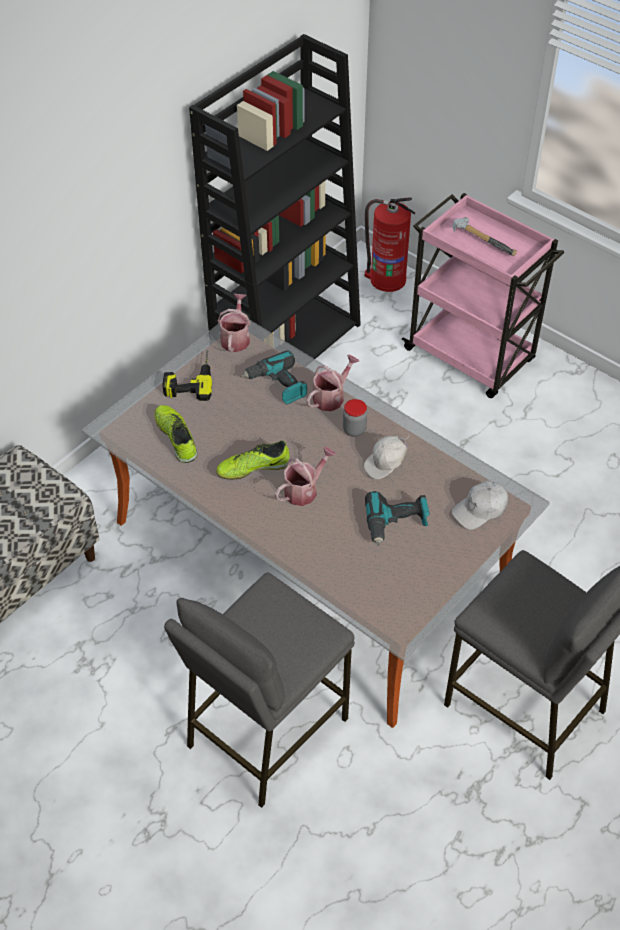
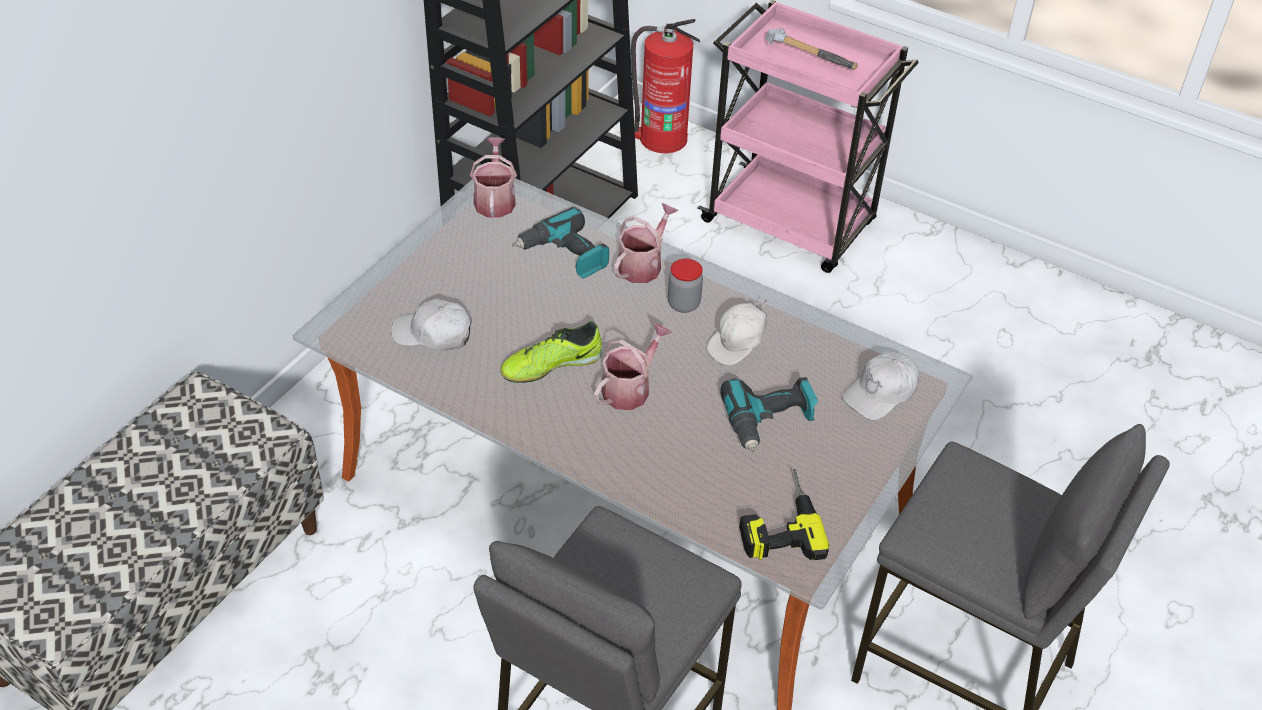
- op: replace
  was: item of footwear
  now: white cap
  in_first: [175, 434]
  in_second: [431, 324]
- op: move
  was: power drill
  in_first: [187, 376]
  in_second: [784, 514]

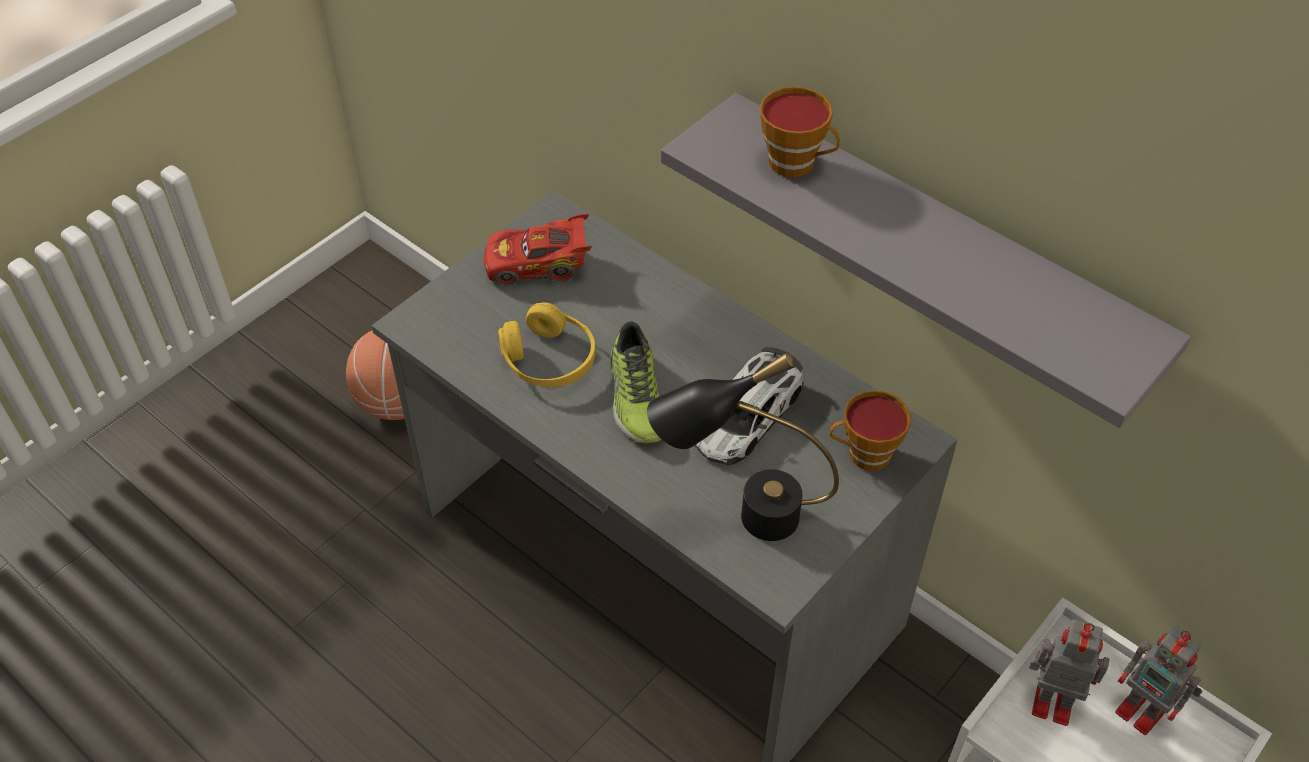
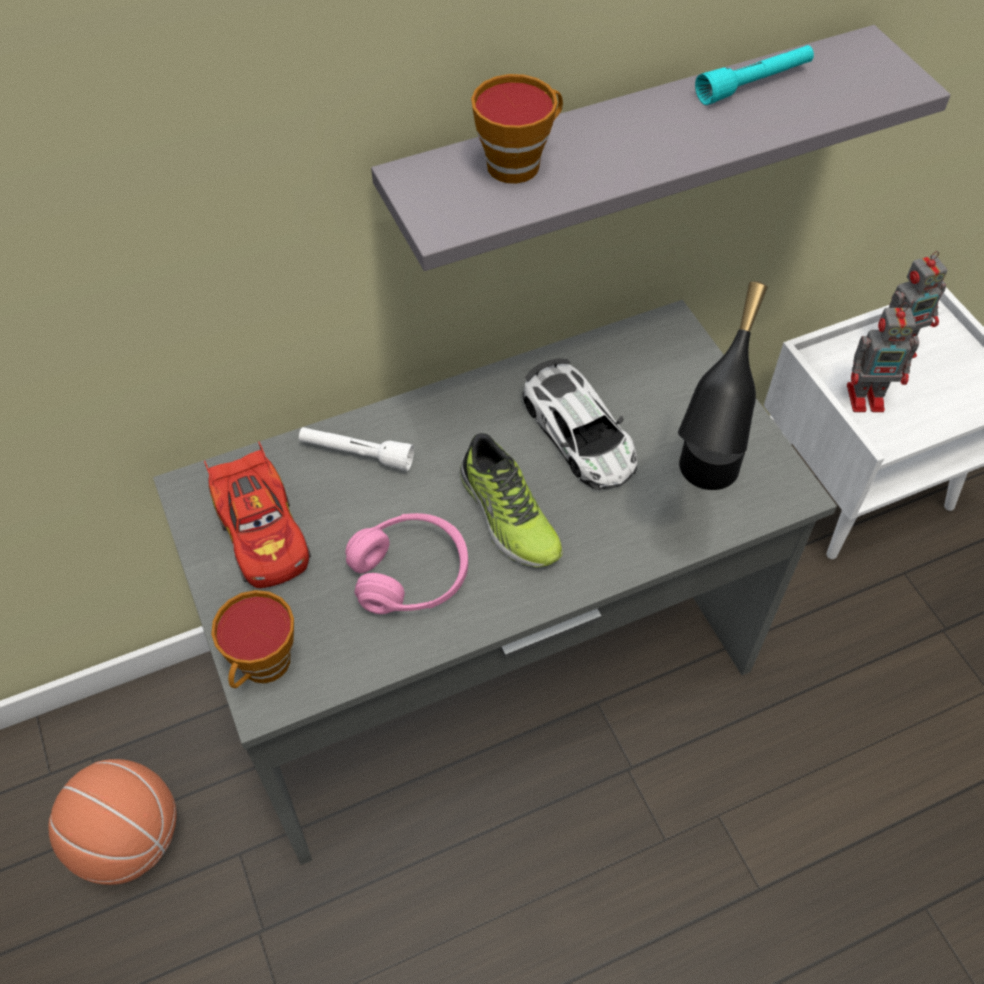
- op: rotate
  was: reddish model car
  in_first: [538, 250]
  in_second: [257, 515]
  clockwise: -45
- op: move
  was: drinking cup
  in_first: [870, 430]
  in_second: [252, 639]
- op: insert
  now: white flashlight
  in_second: [356, 449]
- op: recolor
  was: yellow-coloured pair of headphones
  now: pink-coloured pair of headphones
  in_first: [546, 344]
  in_second: [406, 563]
- op: rotate
  was: item of footwear
  in_first: [636, 382]
  in_second: [511, 500]
  clockwise: 45
- op: insert
  now: turquoise flashlight
  in_second: [754, 75]
- op: rotate
  was: robot figure
  in_first: [1069, 672]
  in_second: [883, 357]
  clockwise: -135

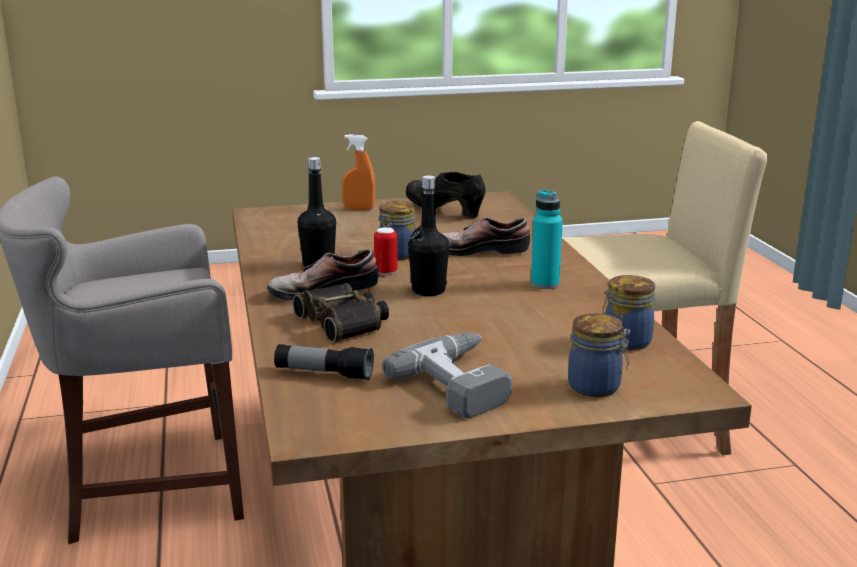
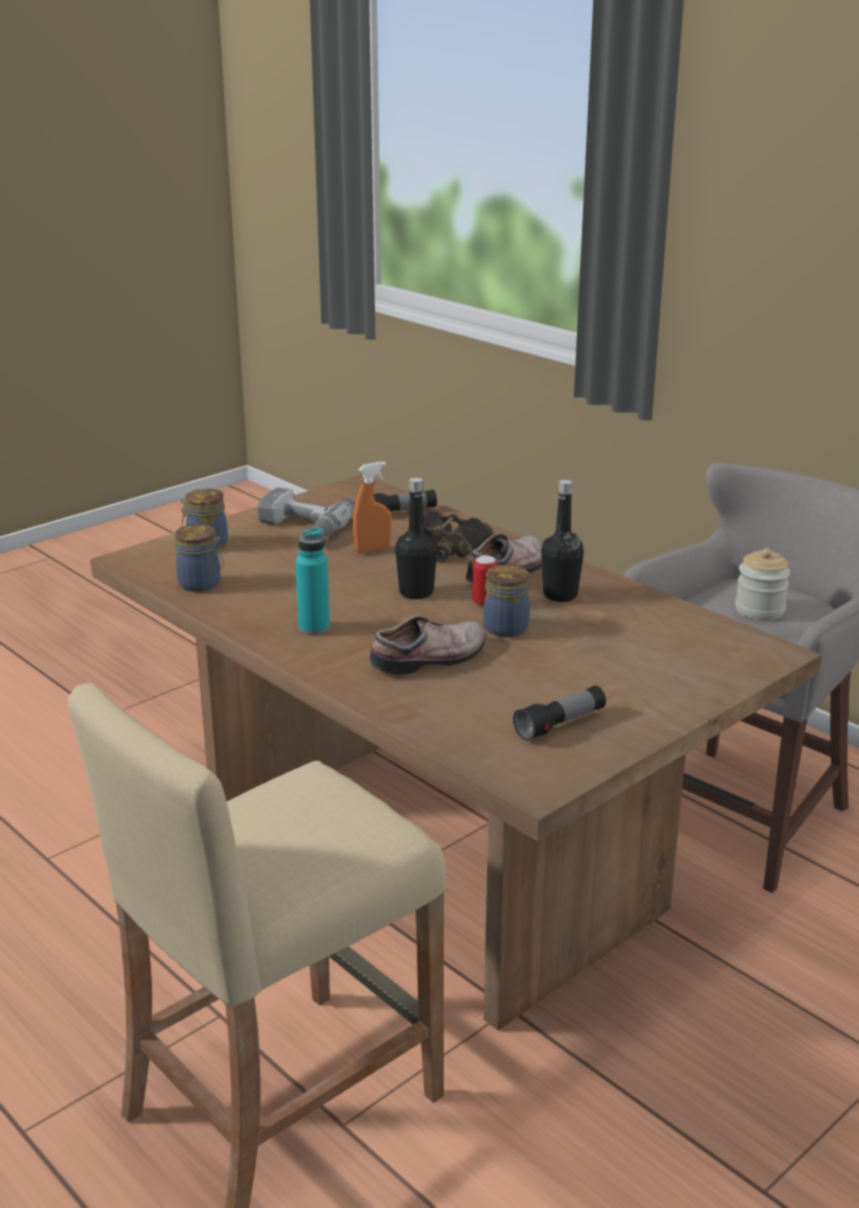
- op: move
  was: orange-coloured sprayer
  in_first: [358, 172]
  in_second: [372, 508]
- op: replace
  was: black-coloured item of footwear
  now: flashlight
  in_first: [445, 195]
  in_second: [559, 713]
- op: insert
  now: storage jar
  in_second: [762, 584]

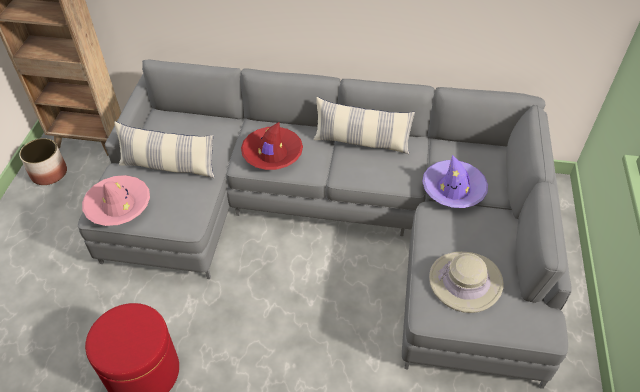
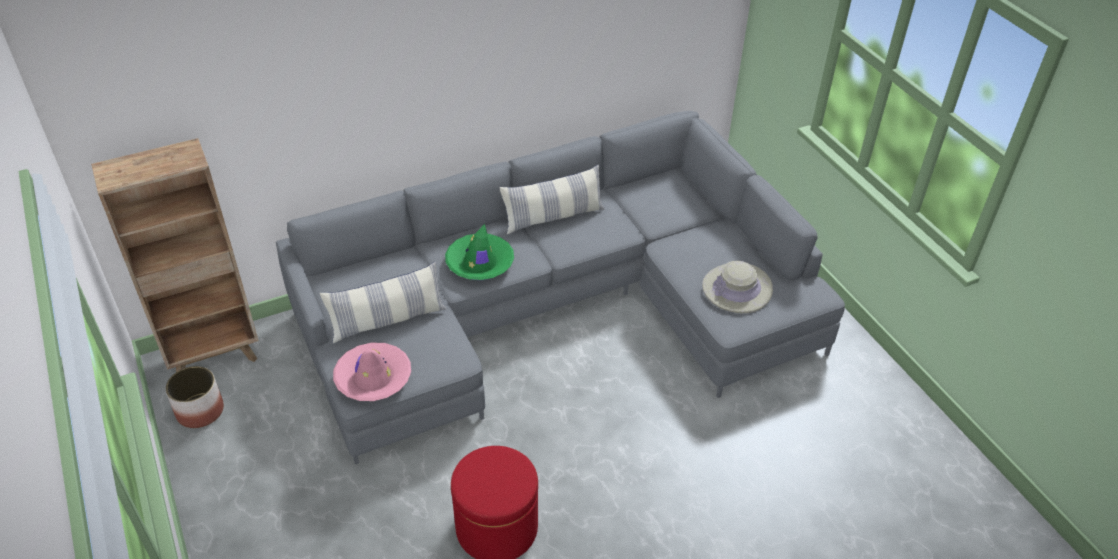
- op: recolor
  was: reddish clothing hat
  now: greenish clothing hat
  in_first: [272, 146]
  in_second: [479, 252]
- op: delete
  was: purplish clothing hat
  in_first: [455, 181]

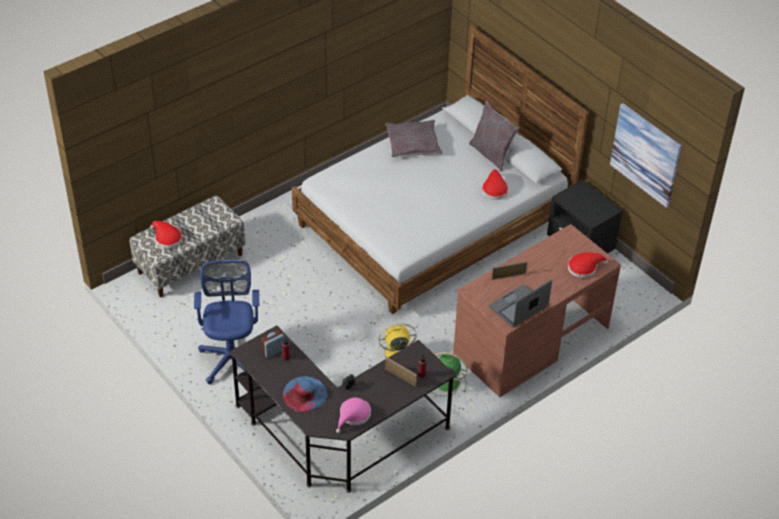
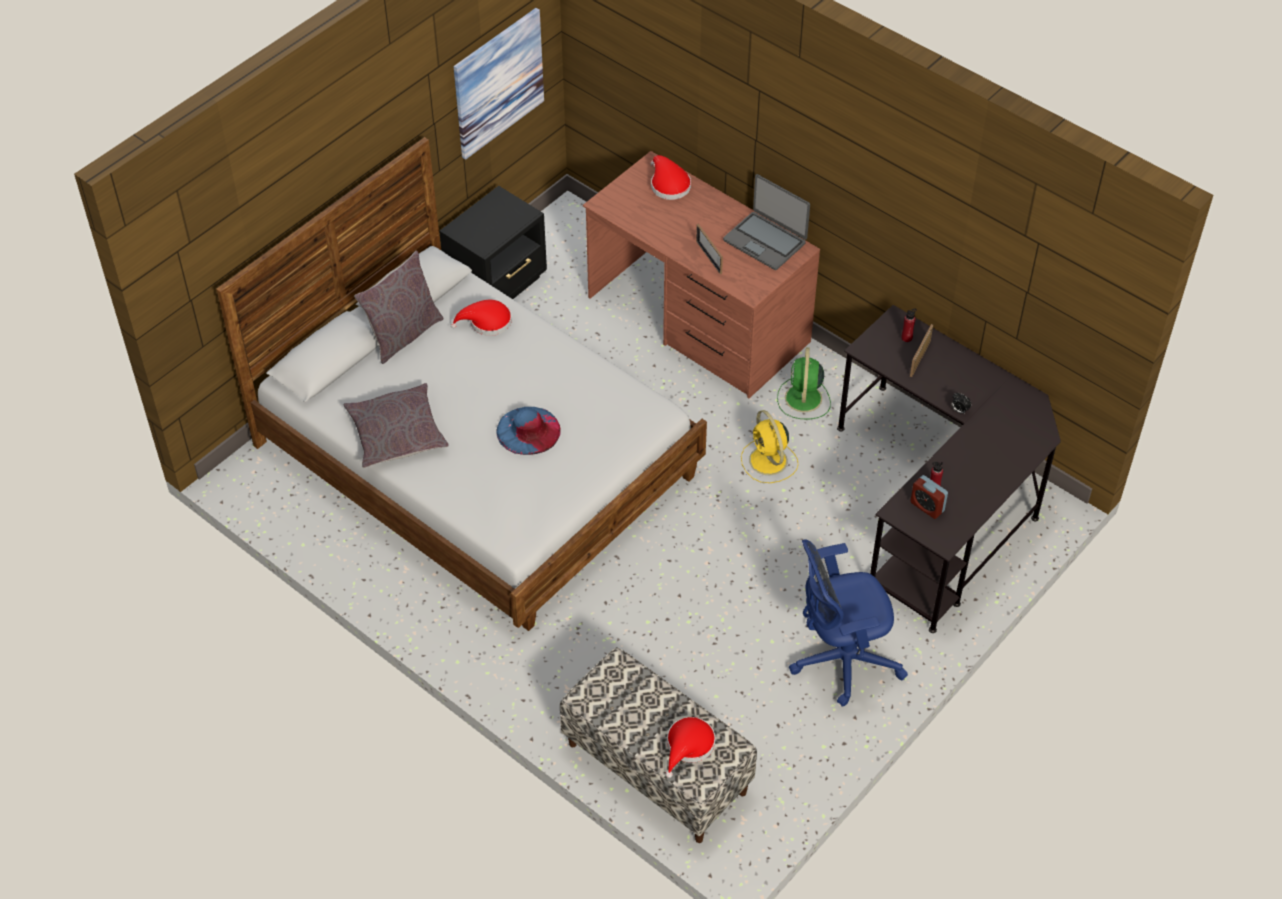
- op: move
  was: blue-coloured clothing hat
  in_first: [305, 394]
  in_second: [529, 431]
- op: delete
  was: pink-coloured clothing hat
  in_first: [353, 415]

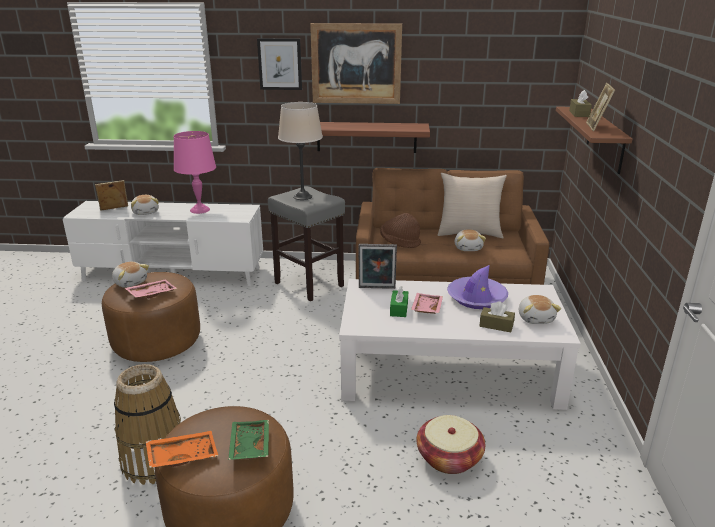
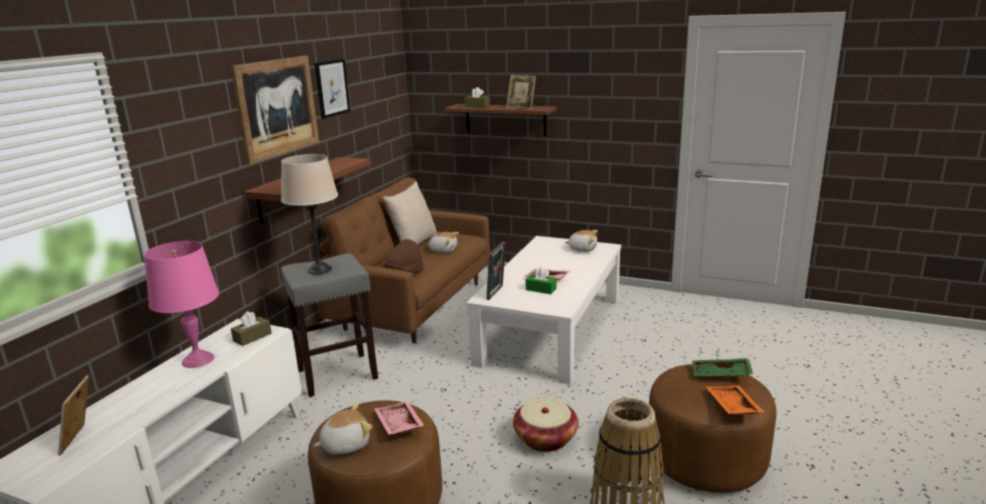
- op: move
  was: brown-coloured tissue holder
  in_first: [497, 316]
  in_second: [251, 328]
- op: move
  was: wall art
  in_first: [279, 64]
  in_second: [332, 89]
- op: move
  was: basket
  in_first: [451, 444]
  in_second: [545, 425]
- op: delete
  was: plush toy
  in_first: [145, 205]
- op: delete
  was: purplish clothing hat
  in_first: [477, 287]

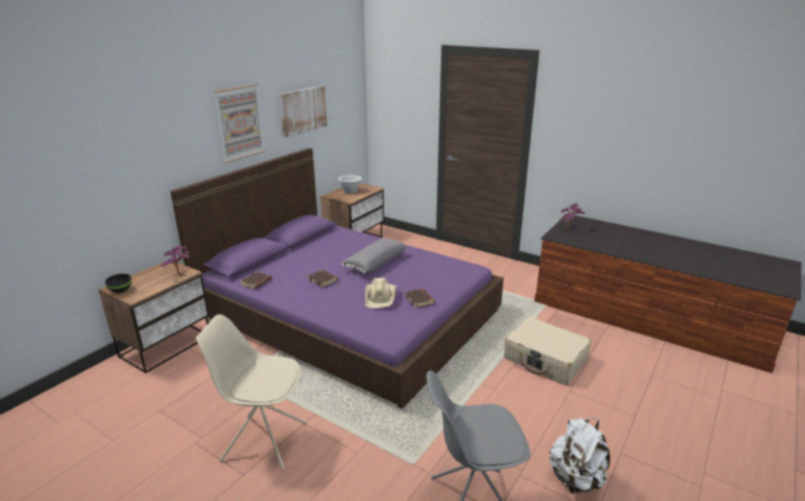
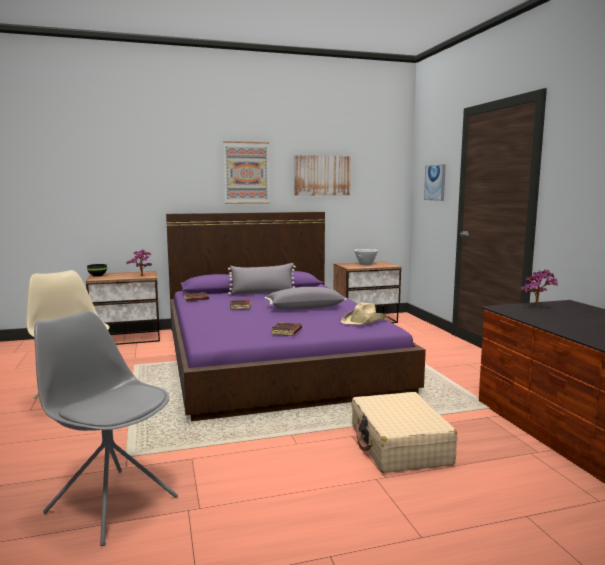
- op: insert
  now: greyish cushion
  in_second: [262, 279]
- op: move
  was: sand-coloured clothing hat
  in_first: [381, 293]
  in_second: [364, 314]
- op: insert
  now: wall art
  in_second: [435, 182]
- op: delete
  was: white rucksack
  in_first: [579, 455]

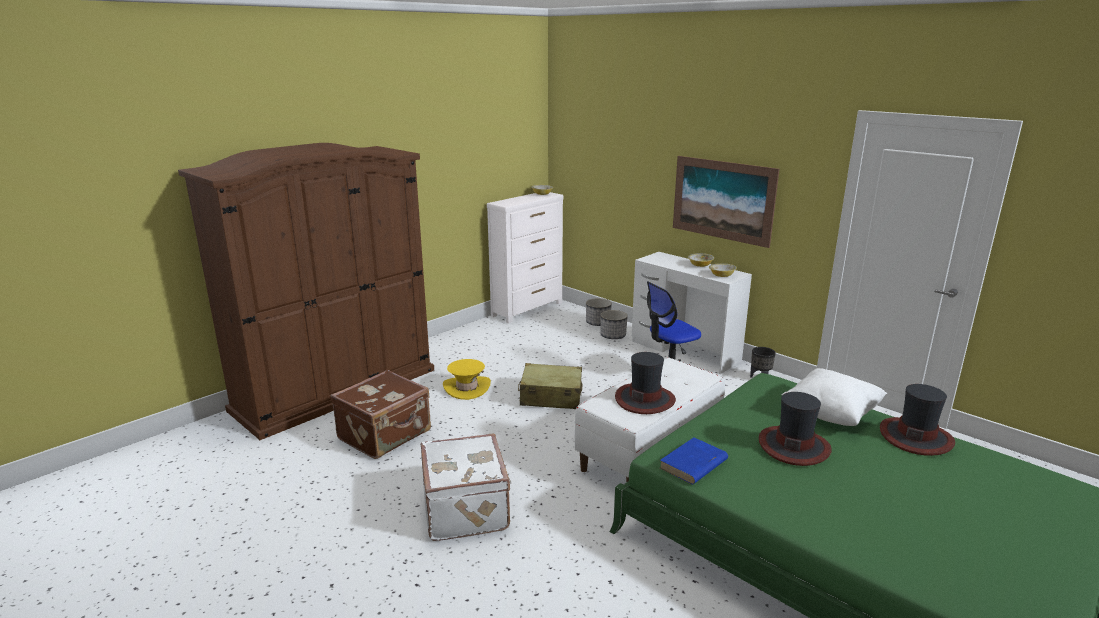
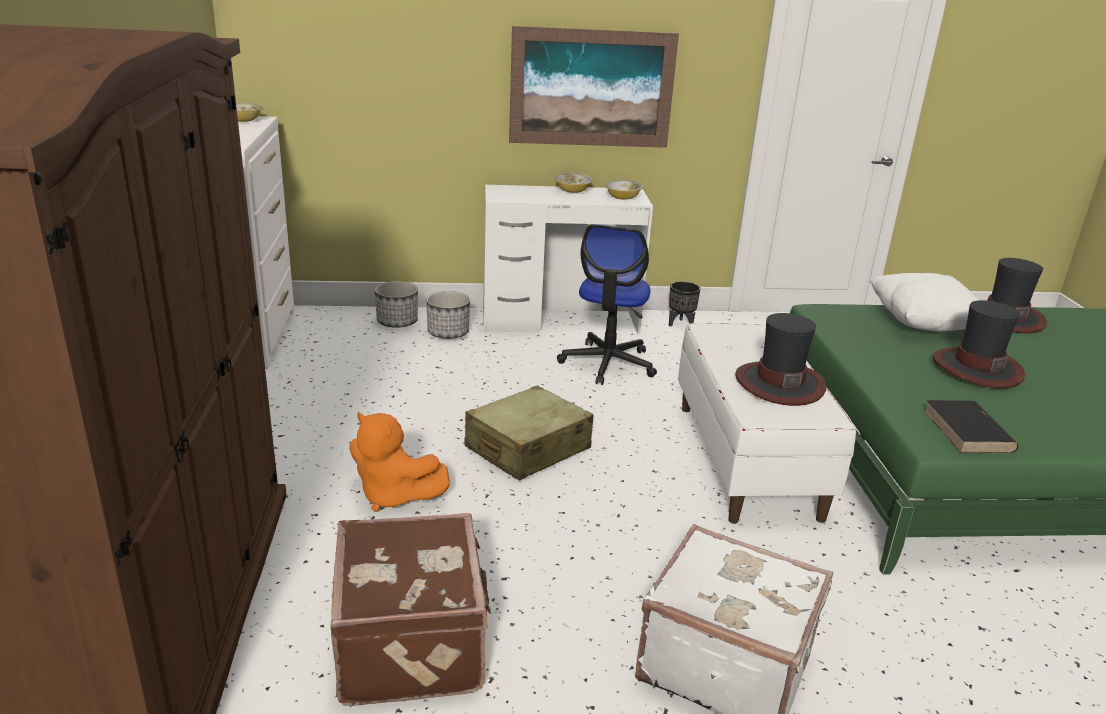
- op: replace
  was: yellow-coloured clothing hat
  now: orange-coloured plush toy
  in_first: [467, 379]
  in_second: [399, 462]
- op: recolor
  was: blue-coloured book
  now: black-coloured book
  in_first: [694, 460]
  in_second: [971, 426]

